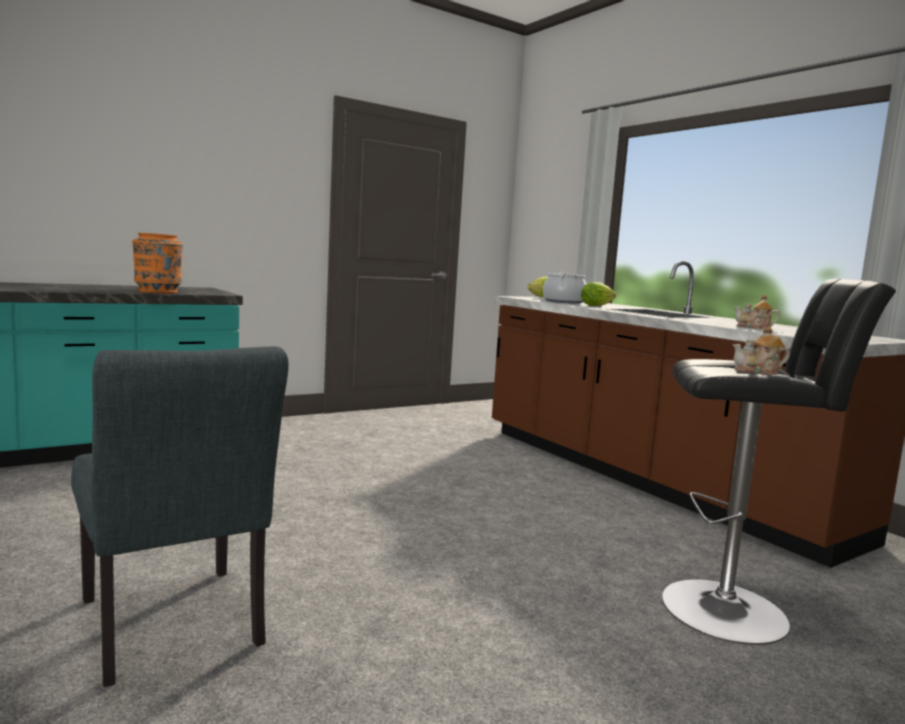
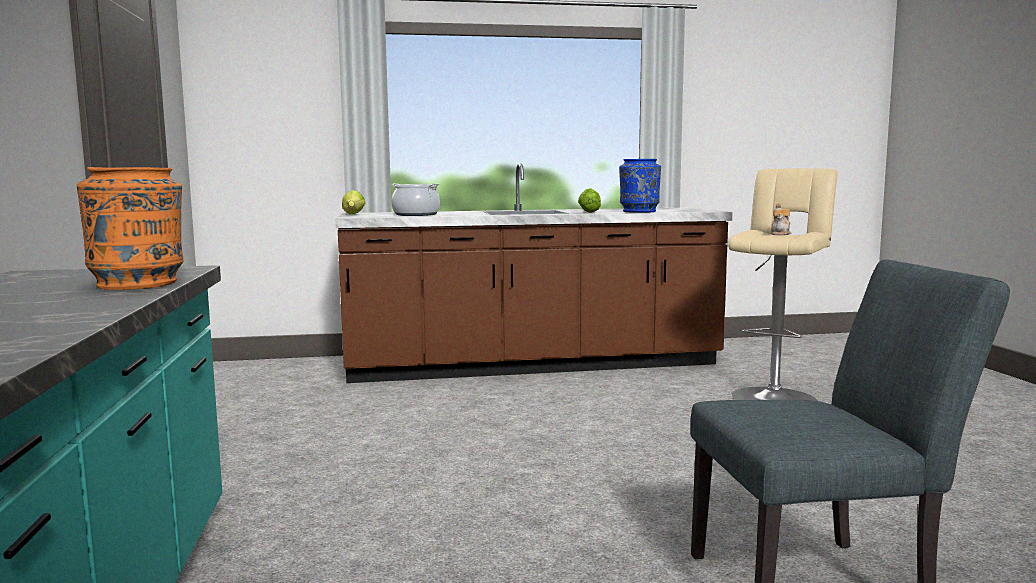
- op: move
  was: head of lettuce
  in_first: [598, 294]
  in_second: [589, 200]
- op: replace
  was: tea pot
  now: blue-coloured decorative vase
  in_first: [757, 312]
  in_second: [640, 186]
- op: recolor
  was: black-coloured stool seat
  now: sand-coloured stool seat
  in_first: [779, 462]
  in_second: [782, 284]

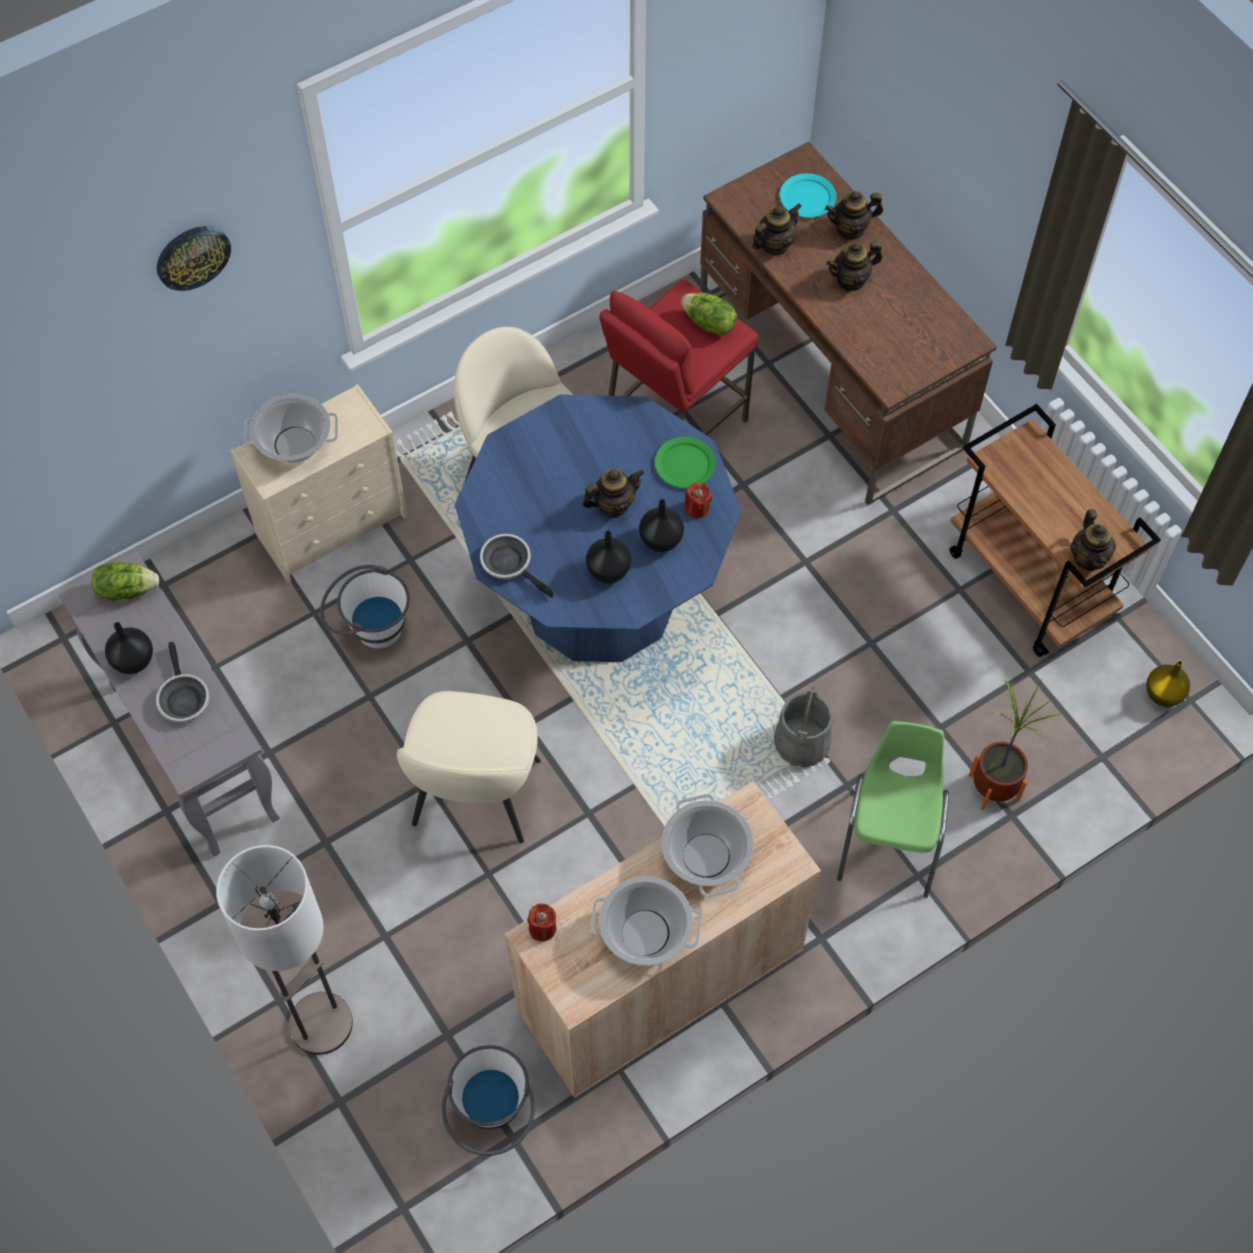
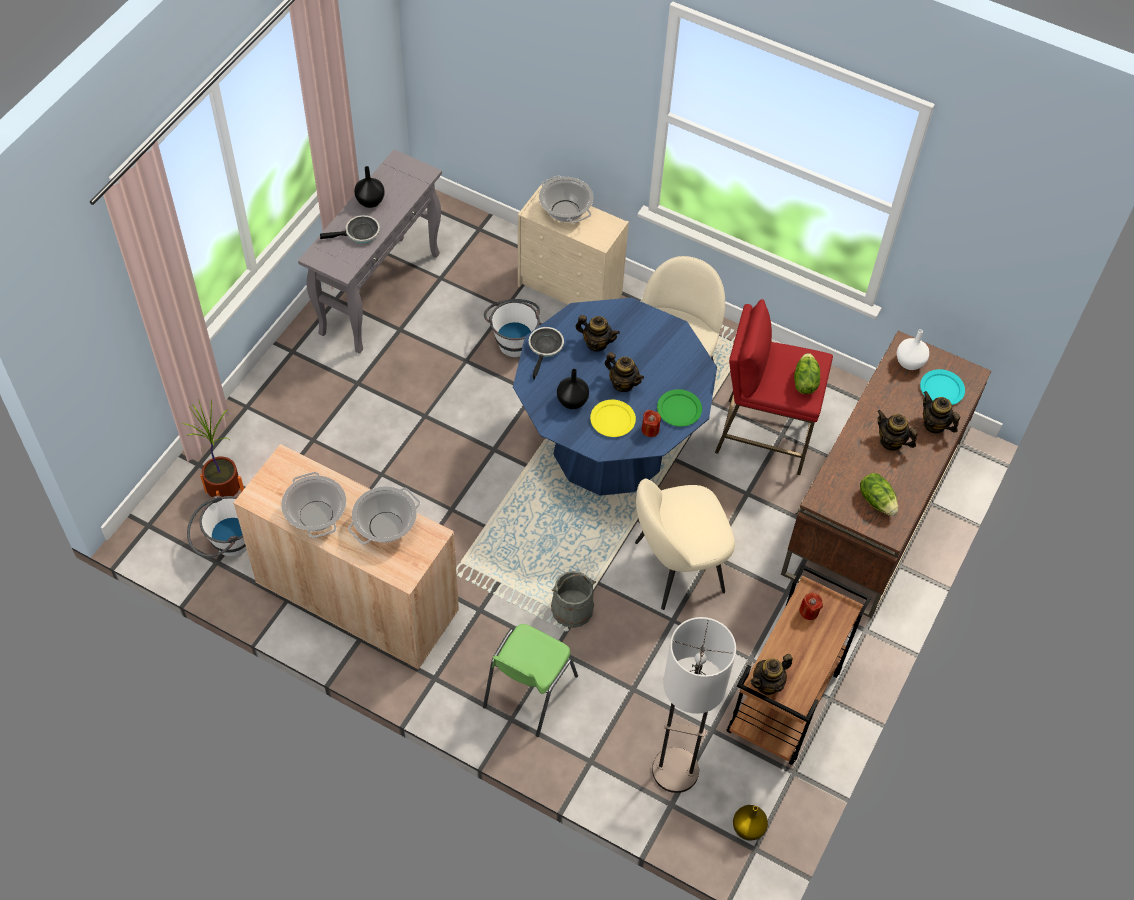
- op: move
  was: houseplant
  in_first: [1016, 745]
  in_second: [213, 448]
- op: rotate
  was: frying pan
  in_first: [182, 682]
  in_second: [350, 229]
  clockwise: -150
- op: rotate
  was: greenish chair
  in_first: [893, 809]
  in_second: [530, 680]
  clockwise: 135
- op: move
  was: tea pot
  in_first: [777, 229]
  in_second: [597, 333]
- op: replace
  was: black-coloured decorative vase
  now: yellow-coloured plate
  in_first: [661, 525]
  in_second: [613, 418]
- op: move
  was: sand-coloured chair
  in_first: [469, 767]
  in_second: [685, 544]
- op: move
  was: floor lamp
  in_first: [284, 950]
  in_second: [694, 705]
- op: move
  was: reddish wax candle
  in_first: [541, 922]
  in_second: [811, 606]
- op: move
  was: head of lettuce
  in_first: [125, 581]
  in_second: [879, 494]
- op: insert
  now: white decorative vase
  in_second: [913, 349]
- op: delete
  was: wall clock
  in_first: [194, 258]

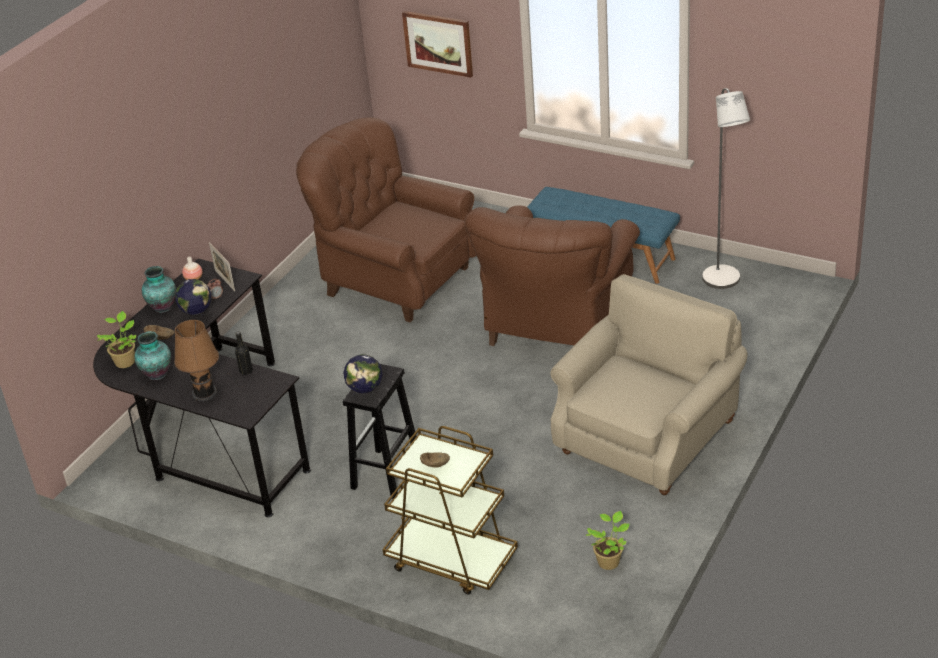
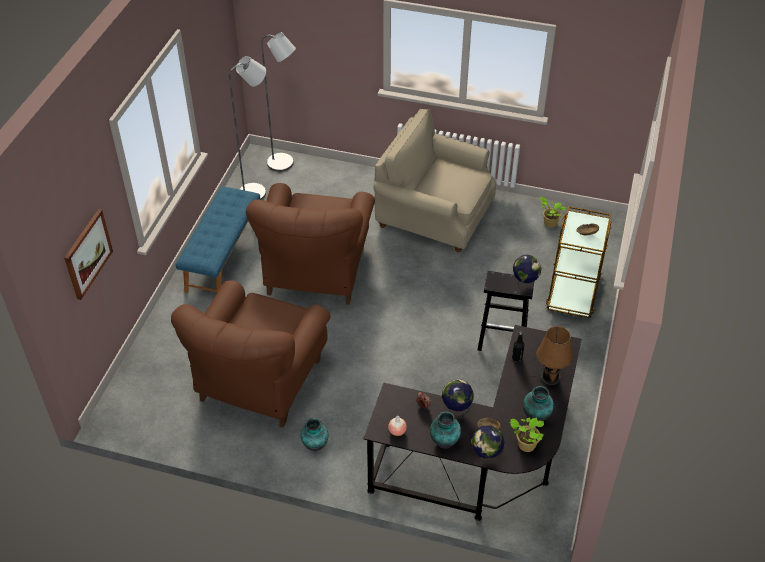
- op: rotate
  was: brown-coloured lounge chair
  in_first: [552, 275]
  in_second: [310, 244]
  clockwise: 90
- op: insert
  now: greyish floor lamp
  in_second: [278, 102]
- op: insert
  now: decorative vase
  in_second: [314, 434]
- op: insert
  now: desk globe
  in_second: [487, 443]
- op: delete
  was: standing frame
  in_first: [222, 266]

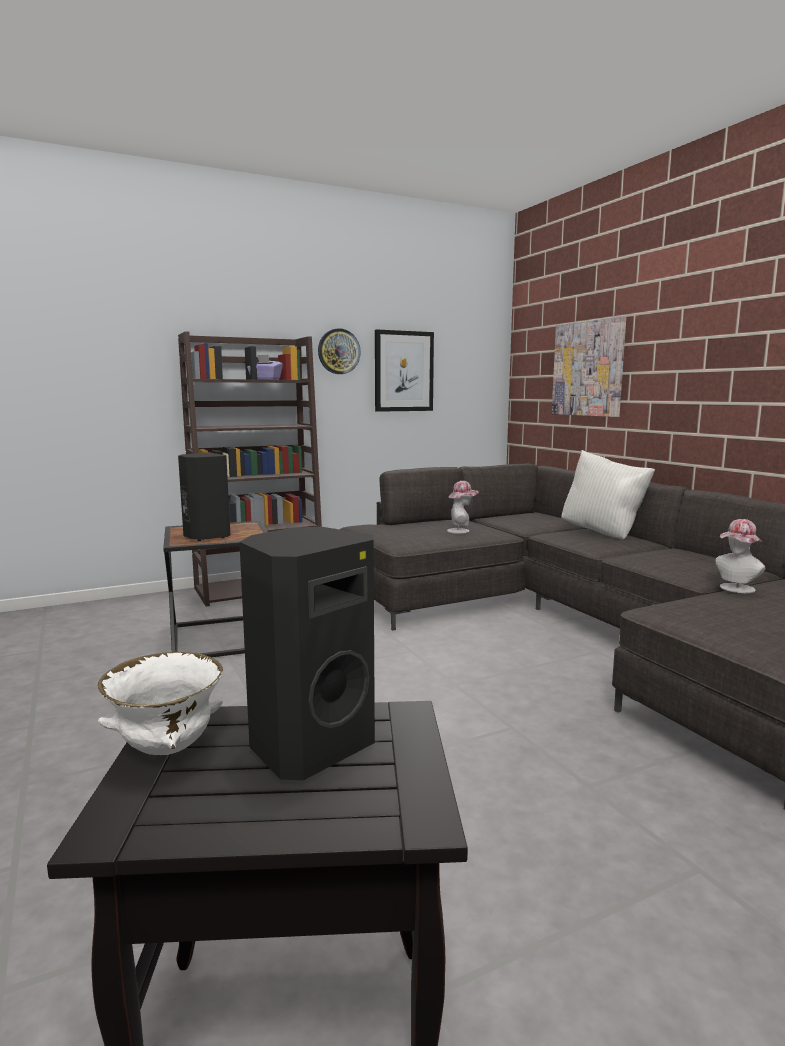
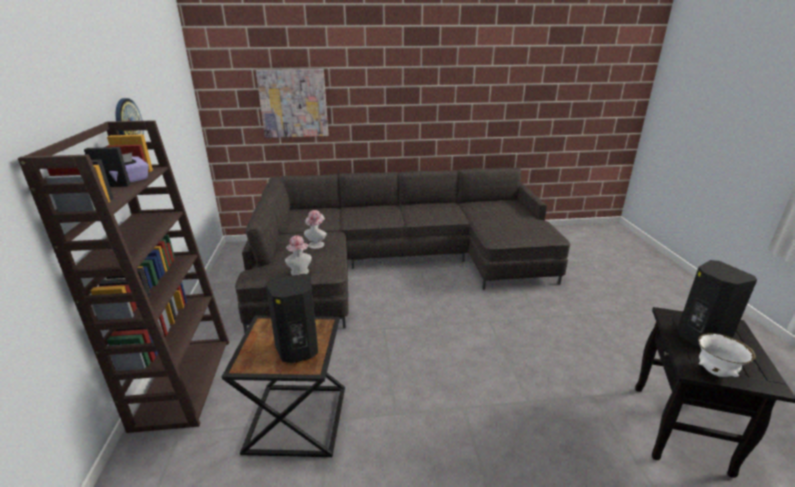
- op: move
  was: clothing hat
  in_first: [741, 556]
  in_second: [298, 255]
- op: delete
  was: wall art
  in_first: [404, 370]
- op: delete
  was: white cushion
  in_first: [608, 494]

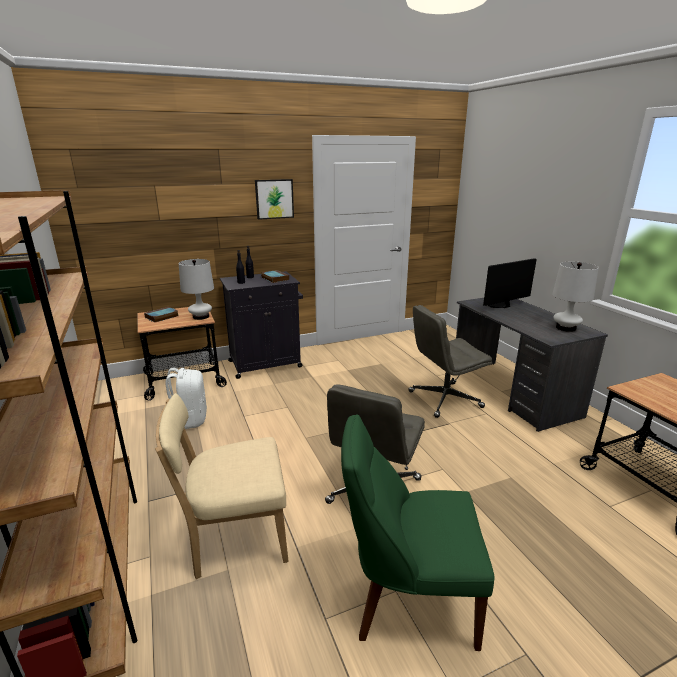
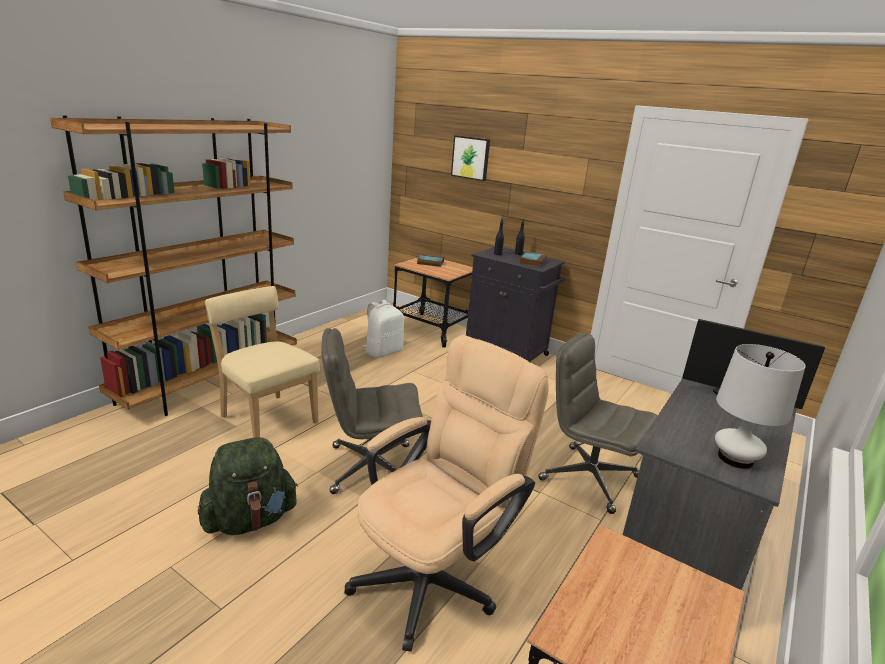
- op: replace
  was: greenish chair
  now: greenish rucksack
  in_first: [418, 533]
  in_second: [248, 486]
- op: insert
  now: sand-coloured computer chair
  in_second: [447, 493]
- op: move
  was: wall art
  in_first: [274, 199]
  in_second: [470, 158]
- op: delete
  was: white table lamp
  in_first: [196, 289]

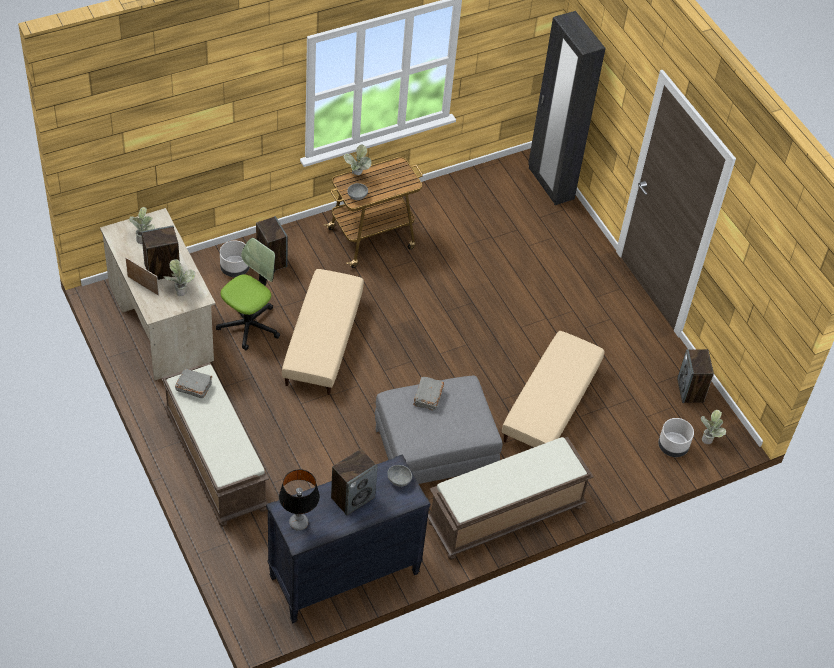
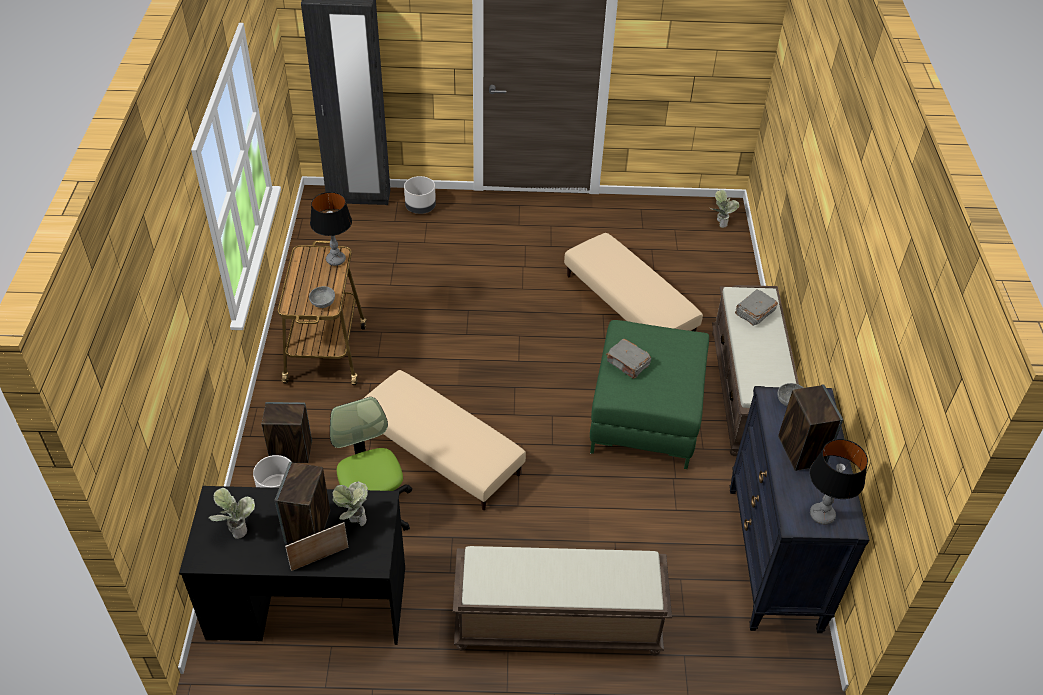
- op: recolor
  was: sand-coloured desk
  now: black-coloured desk
  in_first: [157, 294]
  in_second: [292, 565]
- op: insert
  now: table lamp
  in_second: [331, 229]
- op: move
  was: greyish plant pot
  in_first: [676, 437]
  in_second: [420, 195]
- op: recolor
  was: greyish ottoman
  now: greenish ottoman
  in_first: [438, 430]
  in_second: [649, 394]
- op: move
  was: greyish book
  in_first: [193, 383]
  in_second: [756, 307]
- op: delete
  was: houseplant
  in_first: [357, 159]
- op: delete
  was: audio speaker
  in_first: [695, 376]

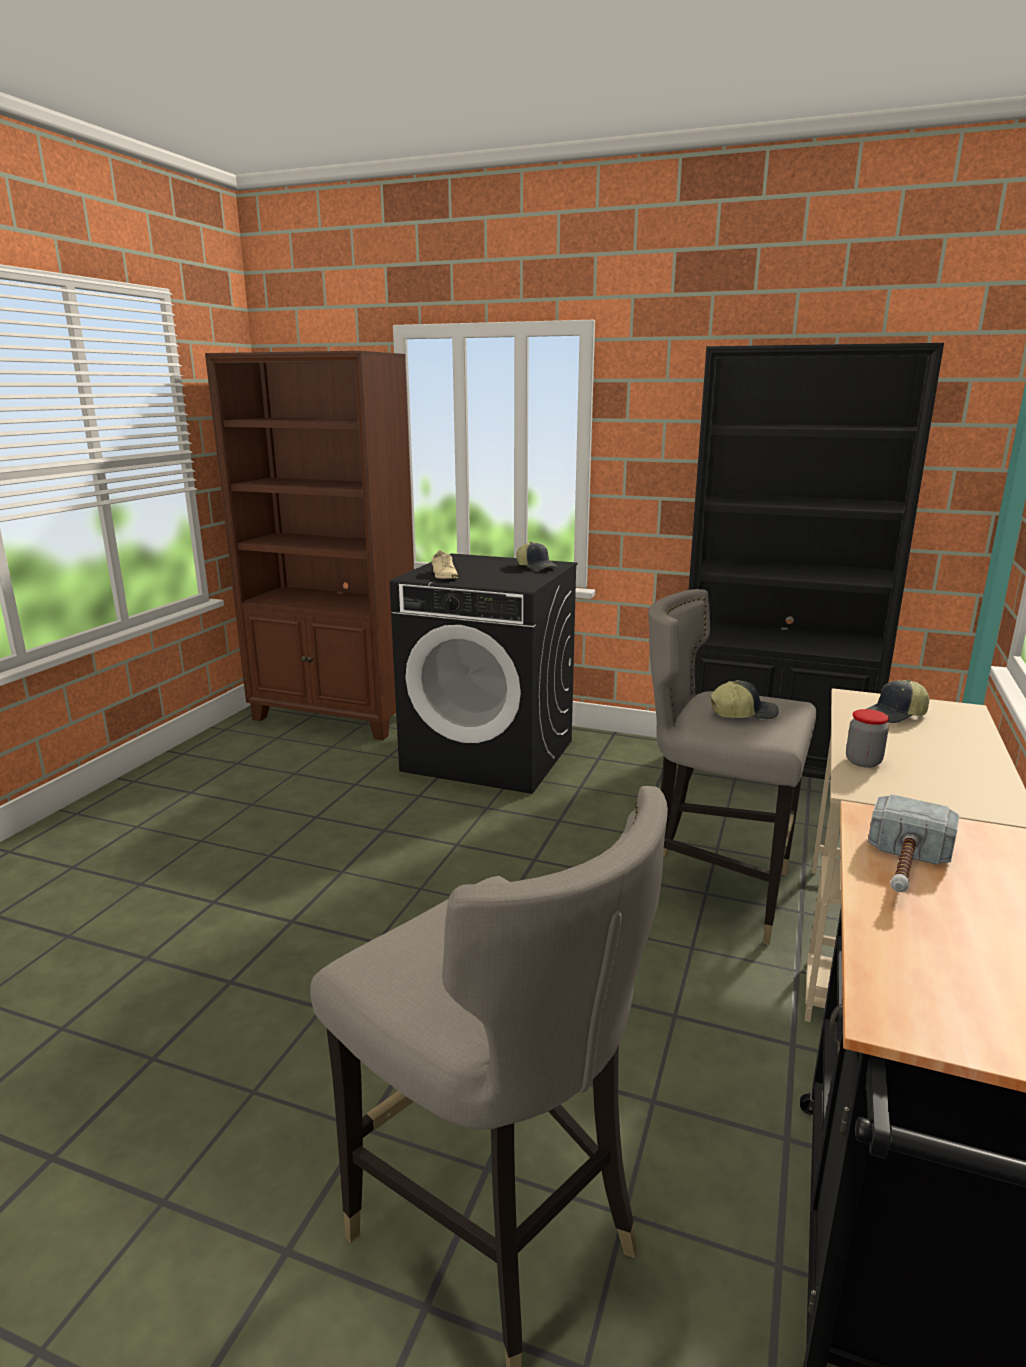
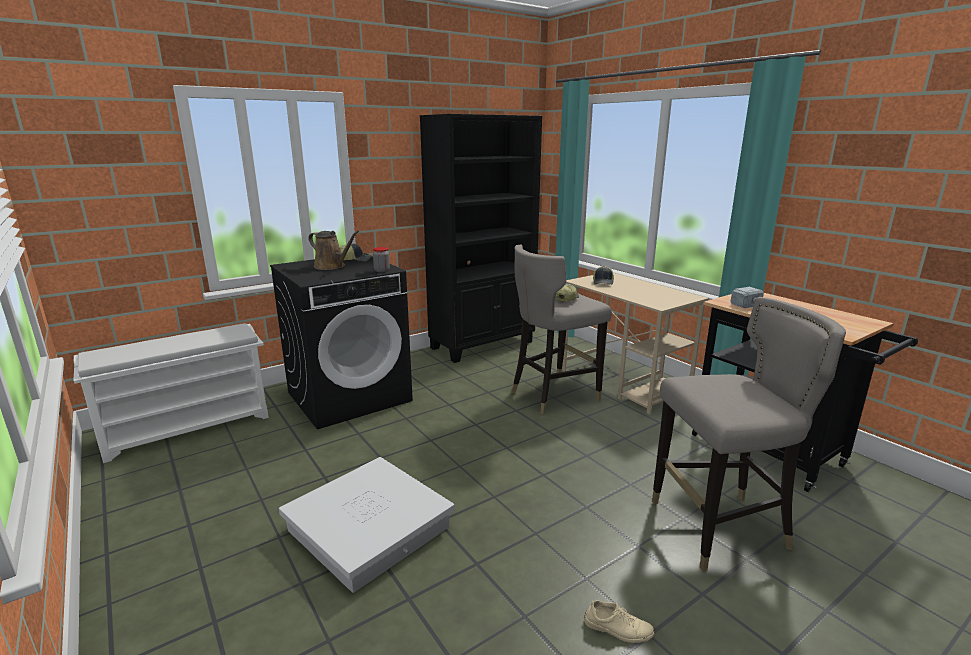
- op: replace
  was: brown-coloured shelving unit
  now: white shoe rack
  in_first: [309, 545]
  in_second: [171, 393]
- op: insert
  now: white storage container
  in_second: [367, 525]
- op: insert
  now: brown-coloured watering pot
  in_second: [333, 250]
- op: move
  was: storage jar
  in_first: [867, 738]
  in_second: [381, 259]
- op: move
  was: sand-coloured item of footwear
  in_first: [444, 564]
  in_second: [619, 621]

